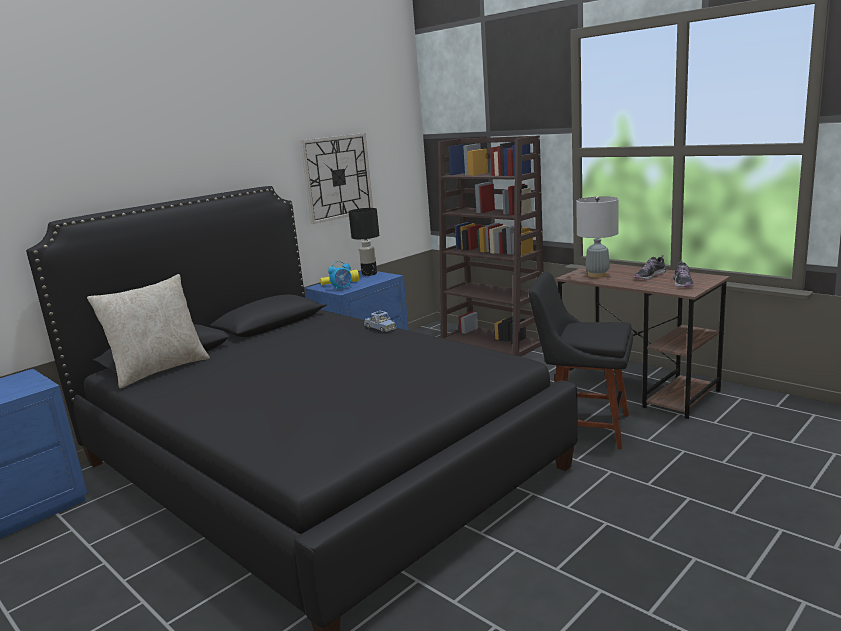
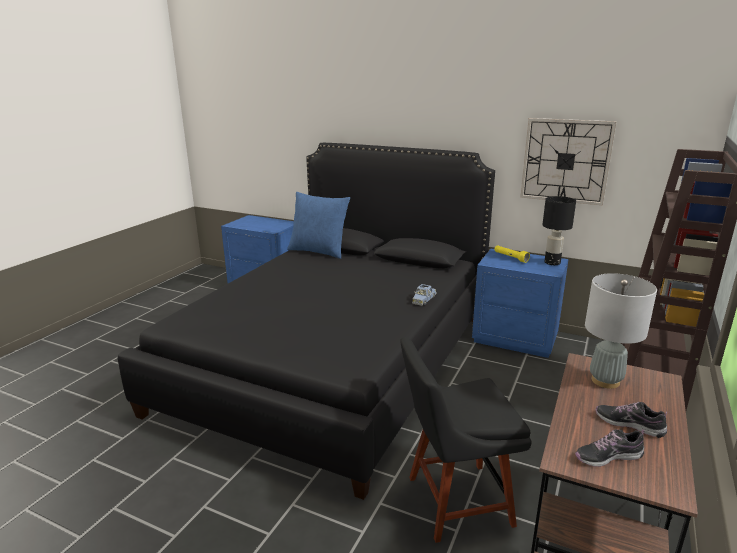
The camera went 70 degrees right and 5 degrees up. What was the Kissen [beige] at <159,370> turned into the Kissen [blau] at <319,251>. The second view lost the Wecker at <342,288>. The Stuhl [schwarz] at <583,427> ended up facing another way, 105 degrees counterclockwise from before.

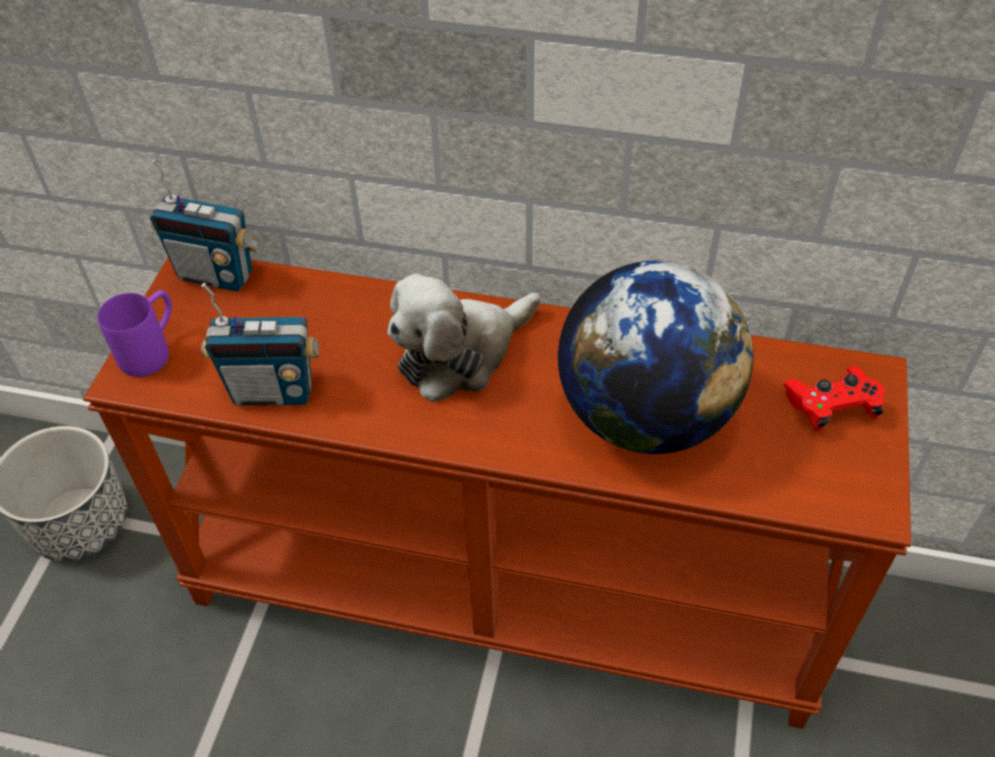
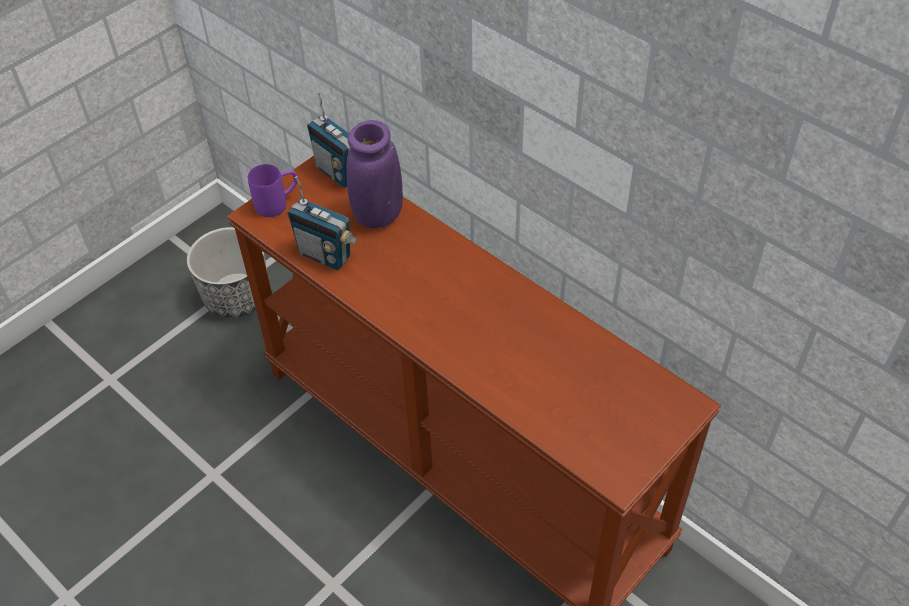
The camera went 30 degrees right and 0 degrees up. The second view lost the Plüschtier at <461,354>. The second view lost the Globus at <645,415>. The second view lost the Gamepad [rot] at <831,407>. The second view gained the Vase [lila] at <378,215>.

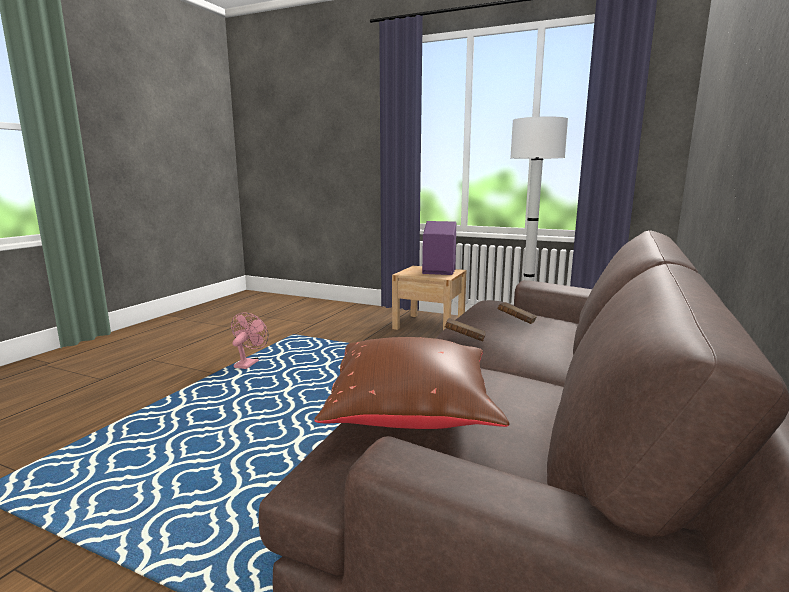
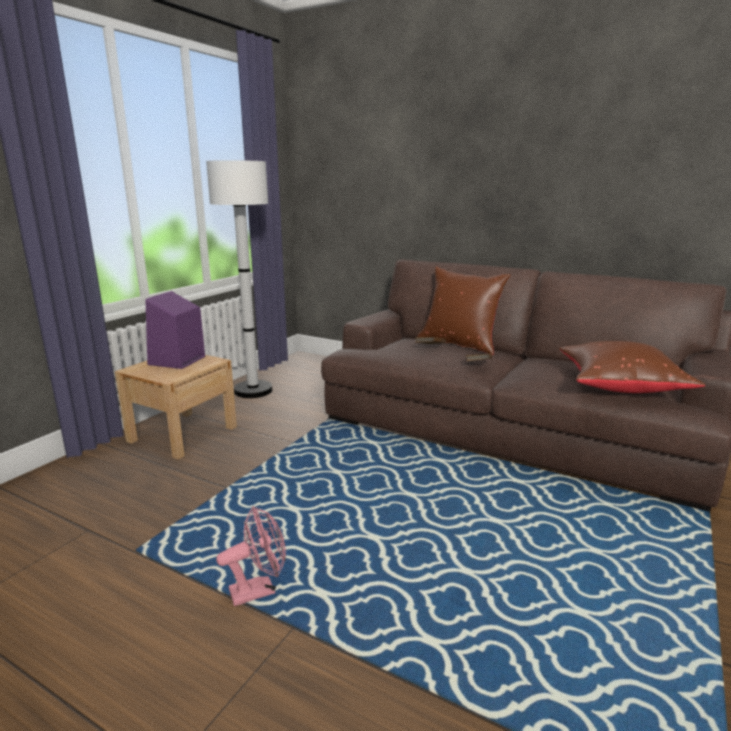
The camera went 85 degrees left and 5 degrees up. The Ventilator [rosa] at <248,363> ended up facing another way, 135 degrees clockwise from before. The second view gained the Kissen [braun] at <459,344>.

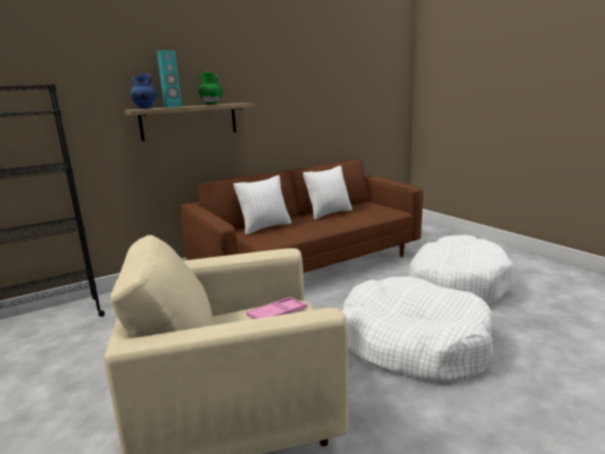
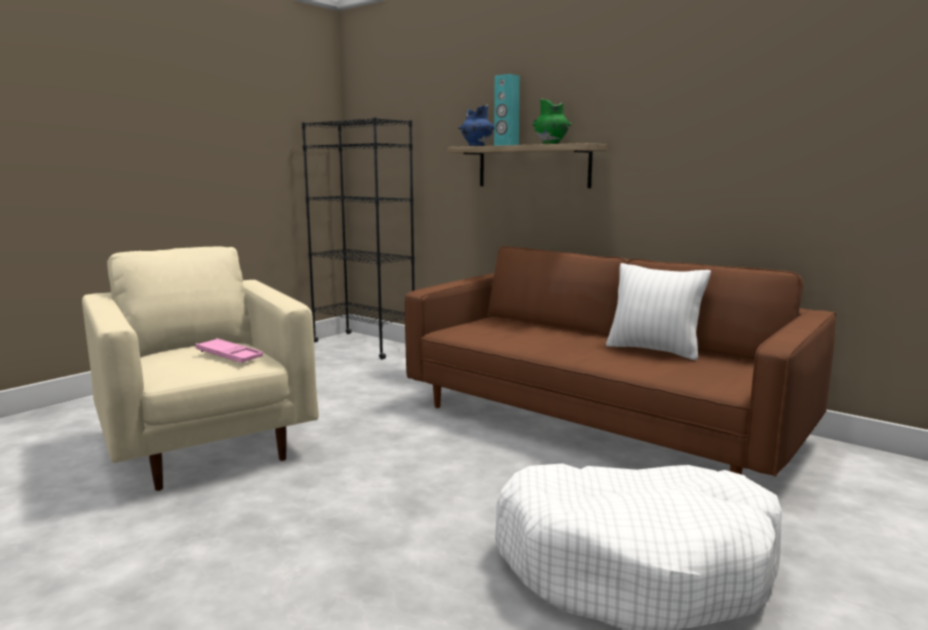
The camera went 70 degrees right and 5 degrees down. The second view lost the Kissen [weiß] at <265,227>. The second view lost the Hundebett [weiß] at <413,343>.

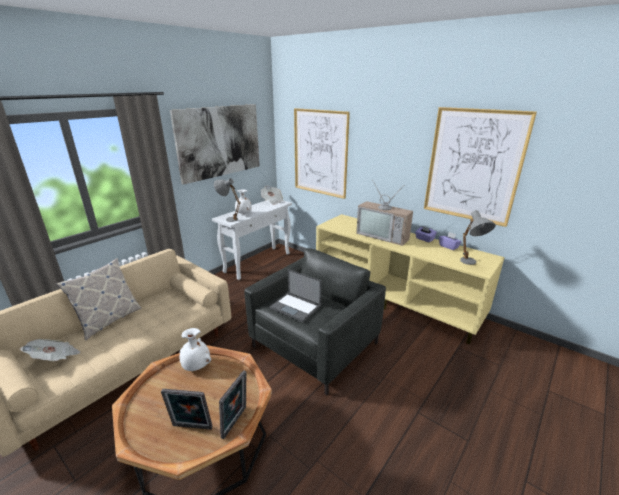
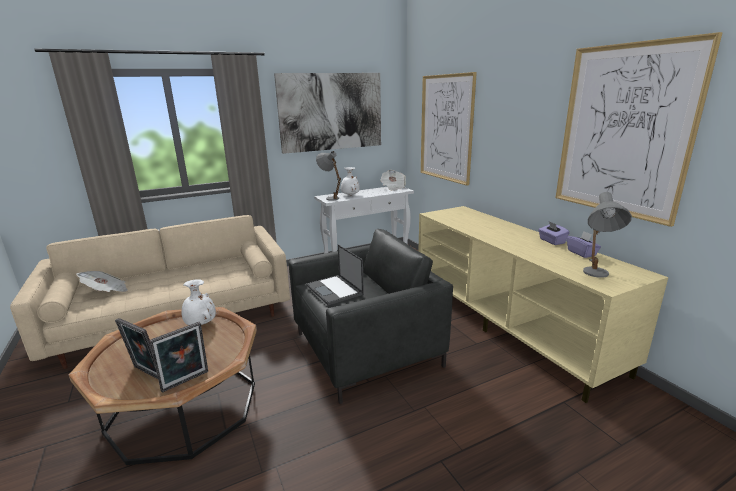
The camera went 25 degrees right and 5 degrees down. The second view lost the Kissen at <109,320>. The second view lost the Fernseher at <384,235>.

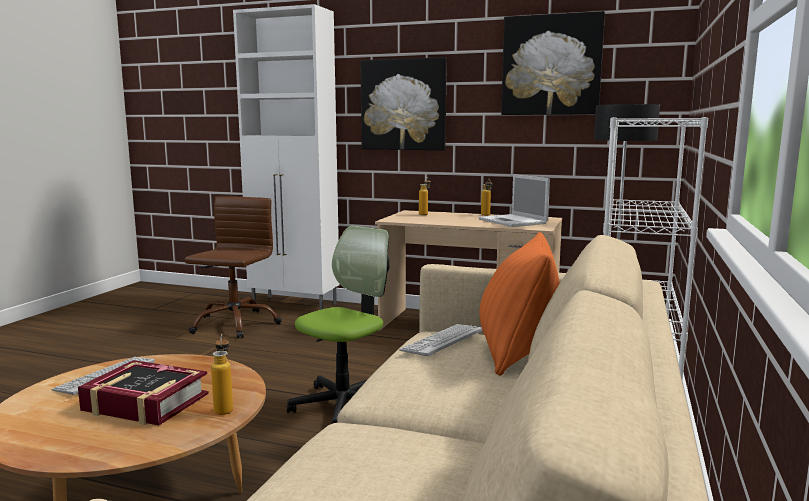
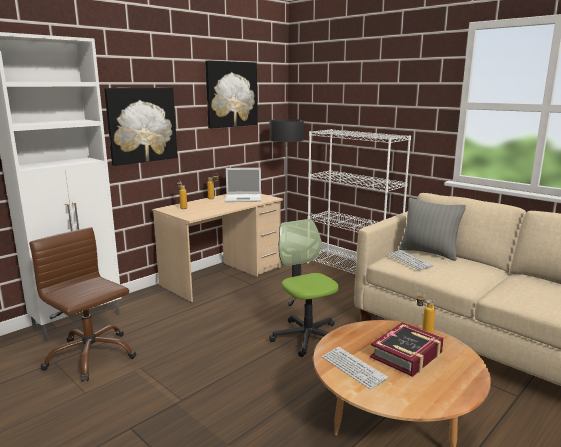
The camera went 65 degrees left and 5 degrees up. What was the Kissen [orange] at <516,353> turned into the Kissen [grau] at <429,253>.

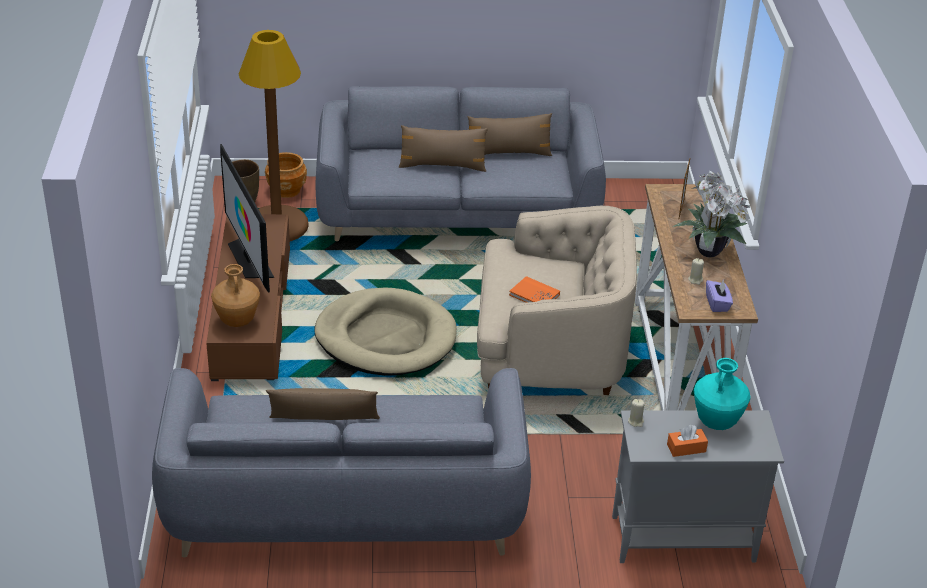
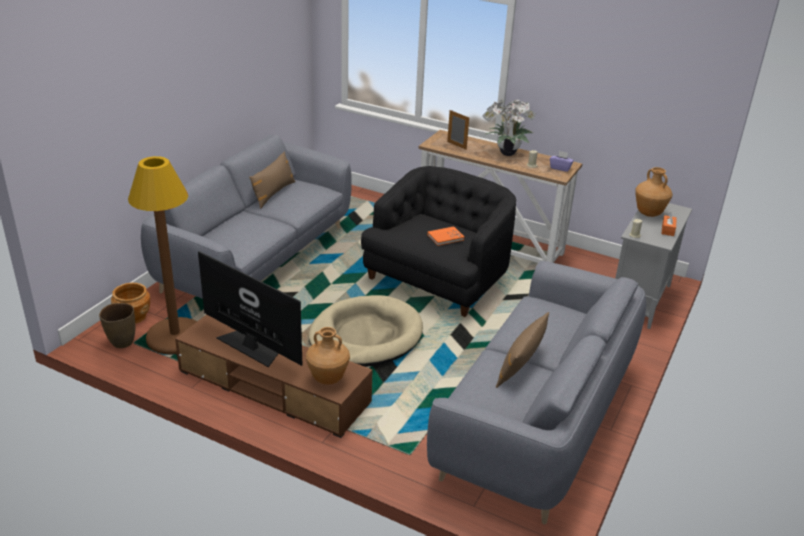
The camera went 60 degrees left and 5 degrees down. The Fernseher at <249,258> ended up facing another way, 150 degrees counterclockwise from before. The second view lost the Kissen [braun] at <442,165>. What was the Sessel [beige] at <549,350> turned into the Sessel [schwarz] at <437,279>. What was the Vase [türkis] at <716,422> turned into the Vase [braun] at <648,213>.

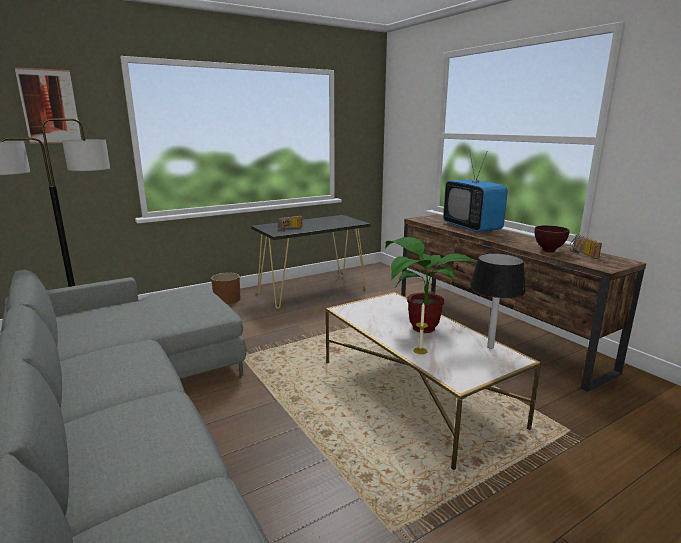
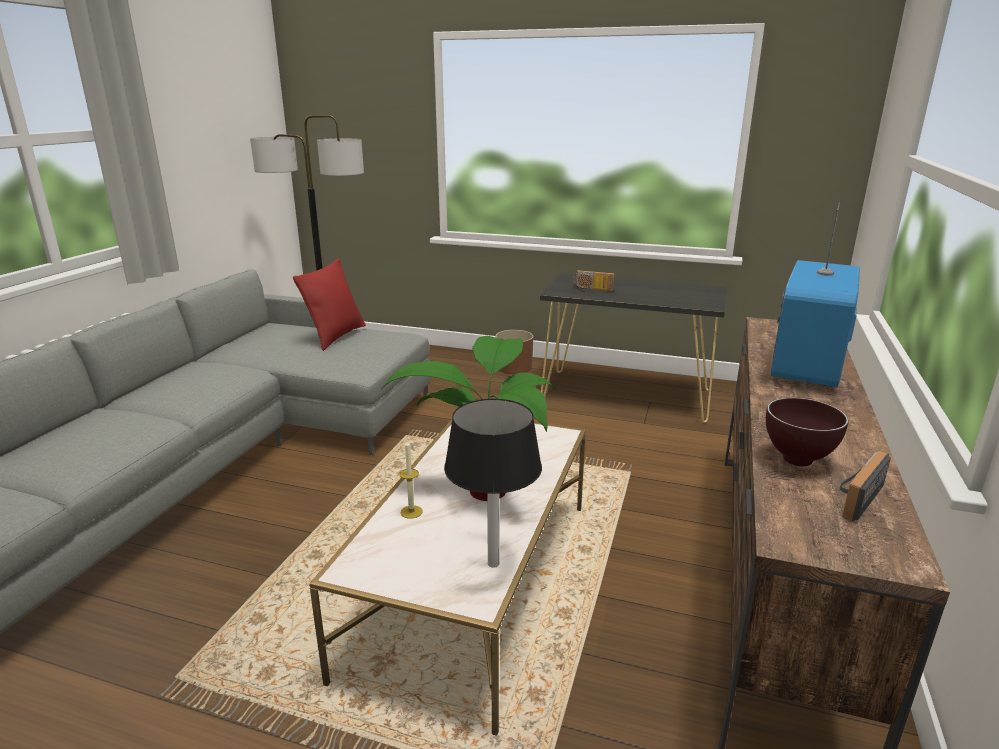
The camera went 50 degrees right and 5 degrees up. The second view lost the Bild at <49,106>. The second view gained the Kissen [rot] at <336,336>.

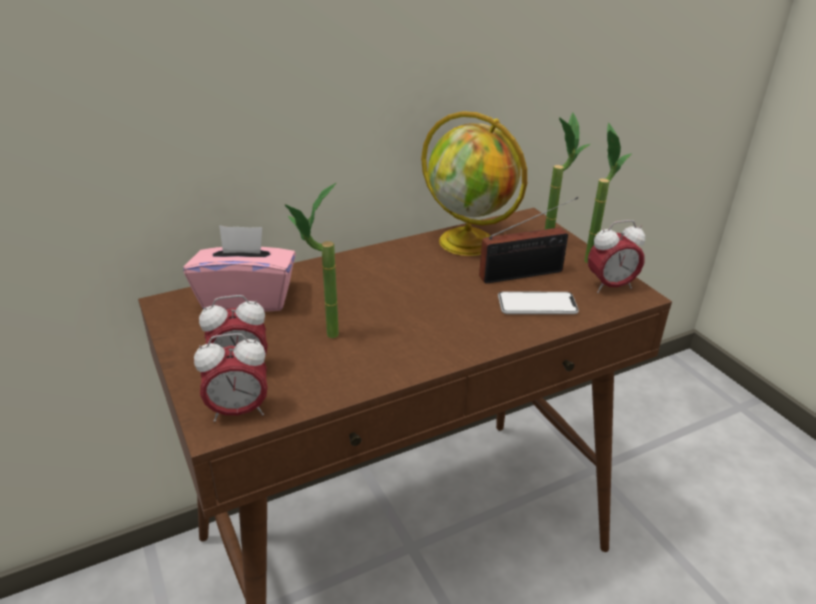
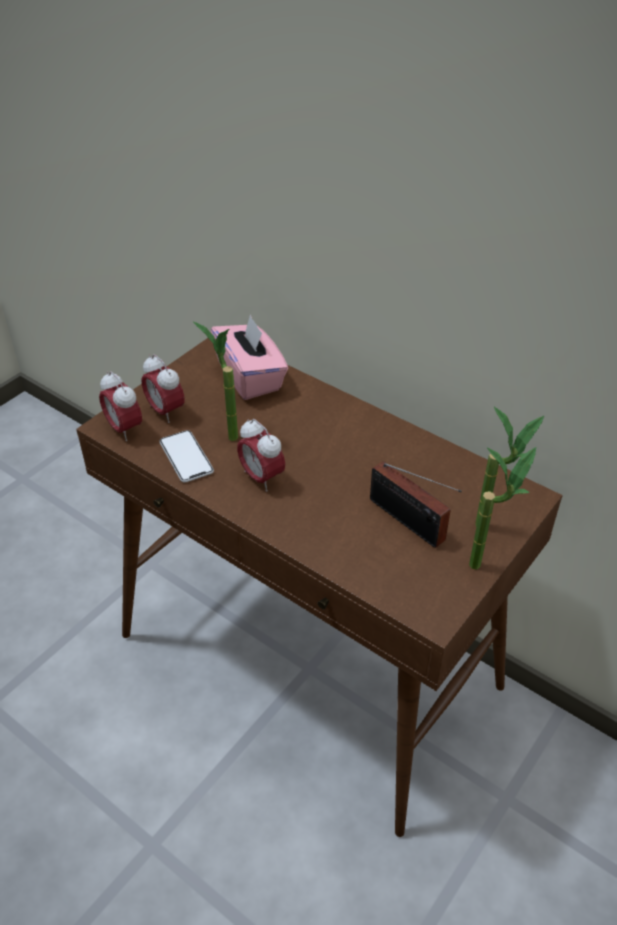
The camera went 65 degrees right and 10 degrees up. The second view lost the Globus at <469,242>. The Handy ended up elsewhere, having gone from <537,305> to <186,457>. The Wecker ended up elsewhere, having gone from <610,286> to <261,478>.

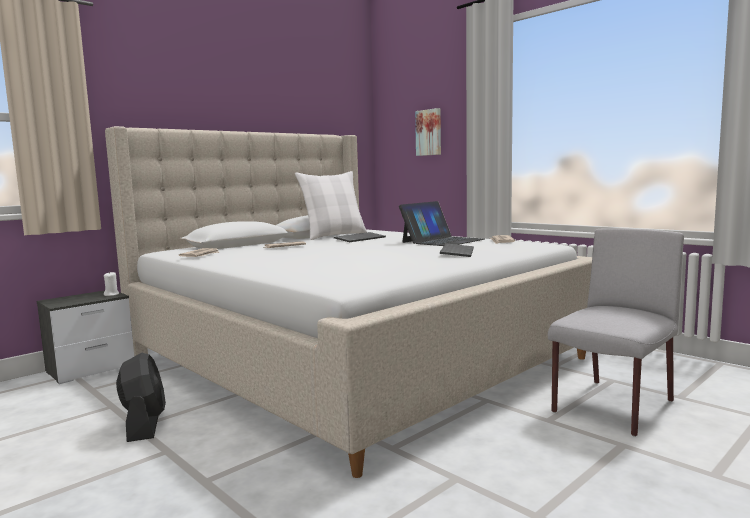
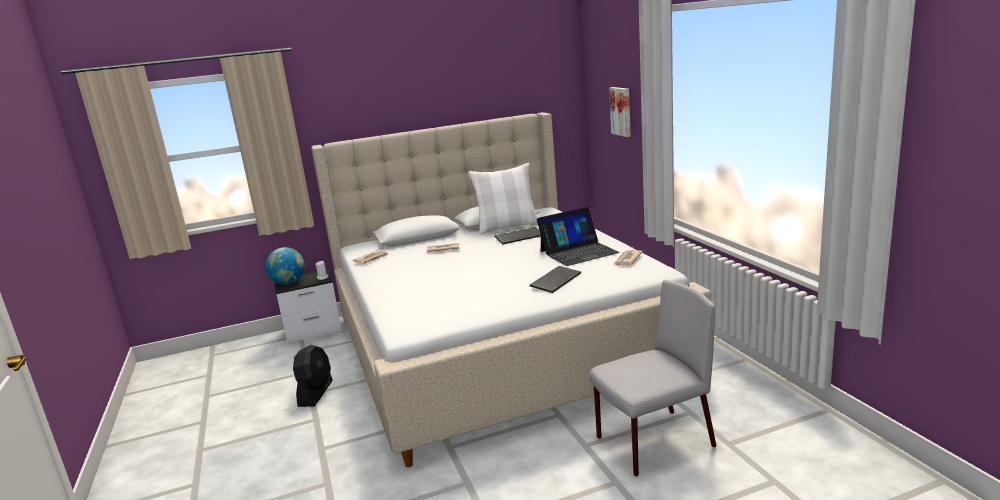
The camera went 25 degrees right and 10 degrees up. The second view gained the Globus at <289,283>.

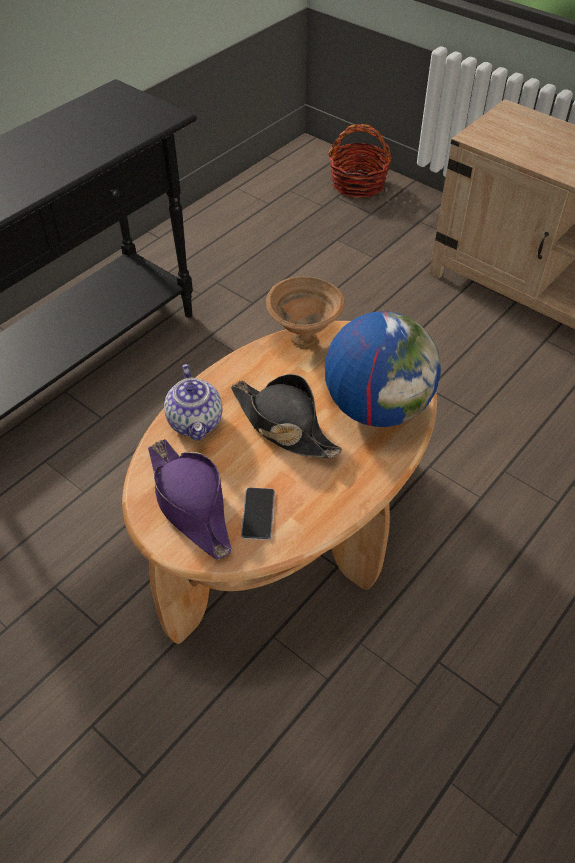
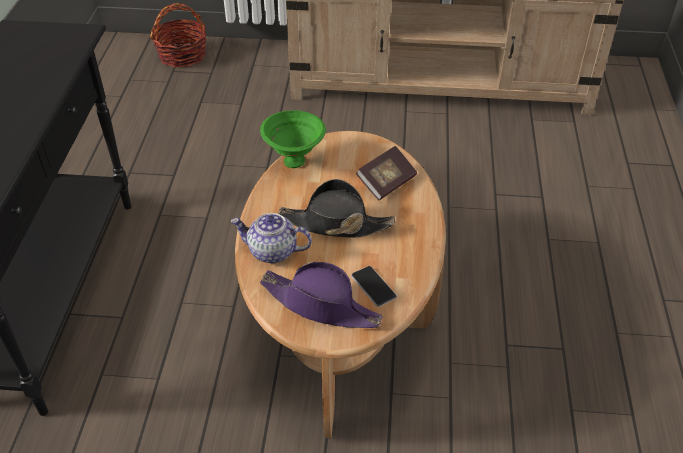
The camera went 35 degrees left and 5 degrees down. The Teekanne at <196,422> ended up facing another way, 150 degrees clockwise from before. What was the Schüssel [braun] at <304,337> turned into the Schüssel [grün] at <294,160>. Where the Globus stood at <377,407>, the Buch came to stand at <386,182>.

